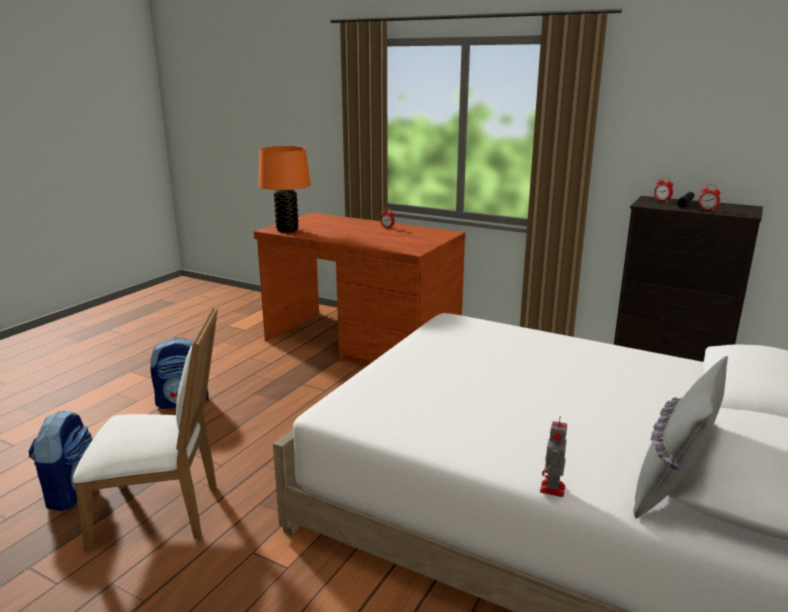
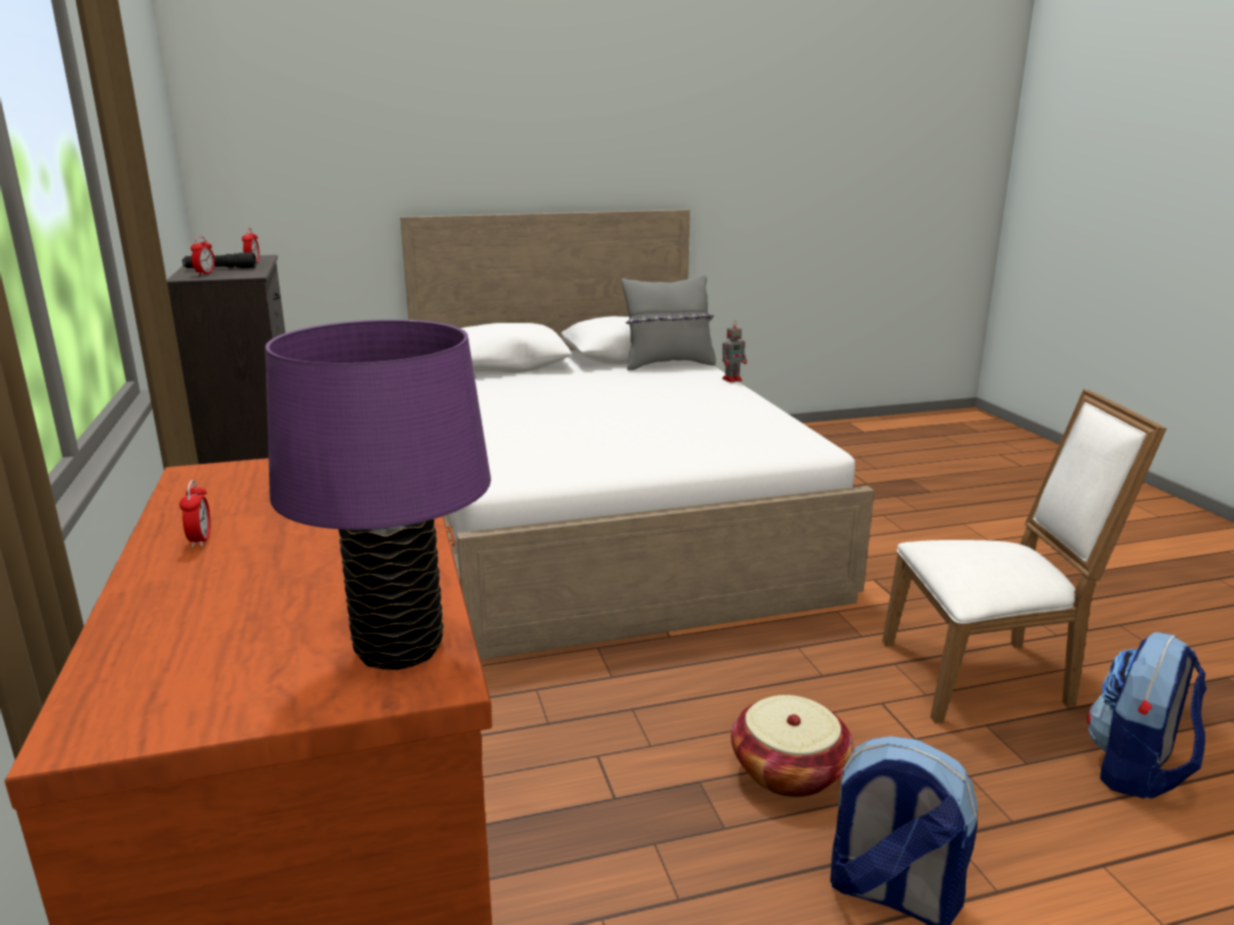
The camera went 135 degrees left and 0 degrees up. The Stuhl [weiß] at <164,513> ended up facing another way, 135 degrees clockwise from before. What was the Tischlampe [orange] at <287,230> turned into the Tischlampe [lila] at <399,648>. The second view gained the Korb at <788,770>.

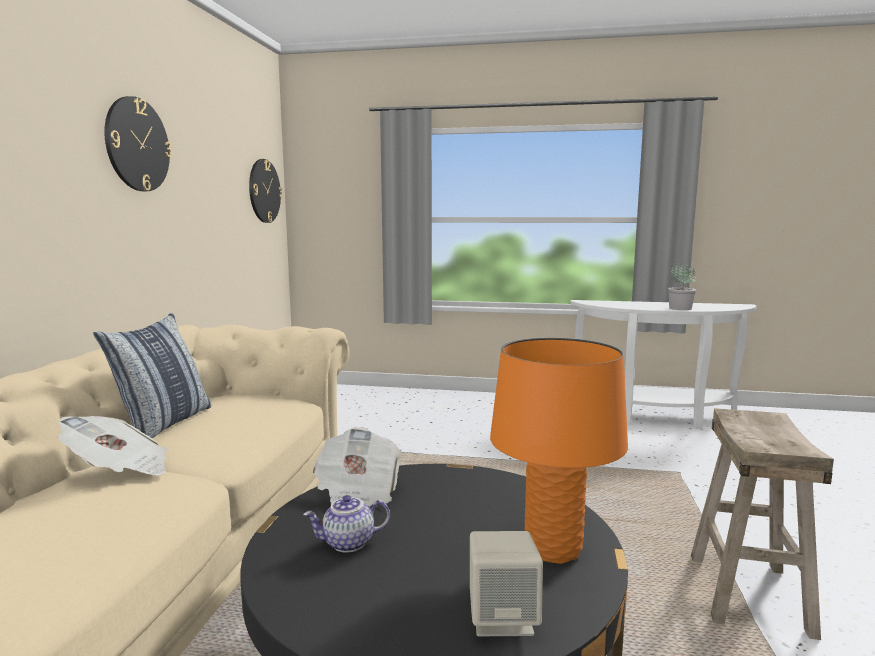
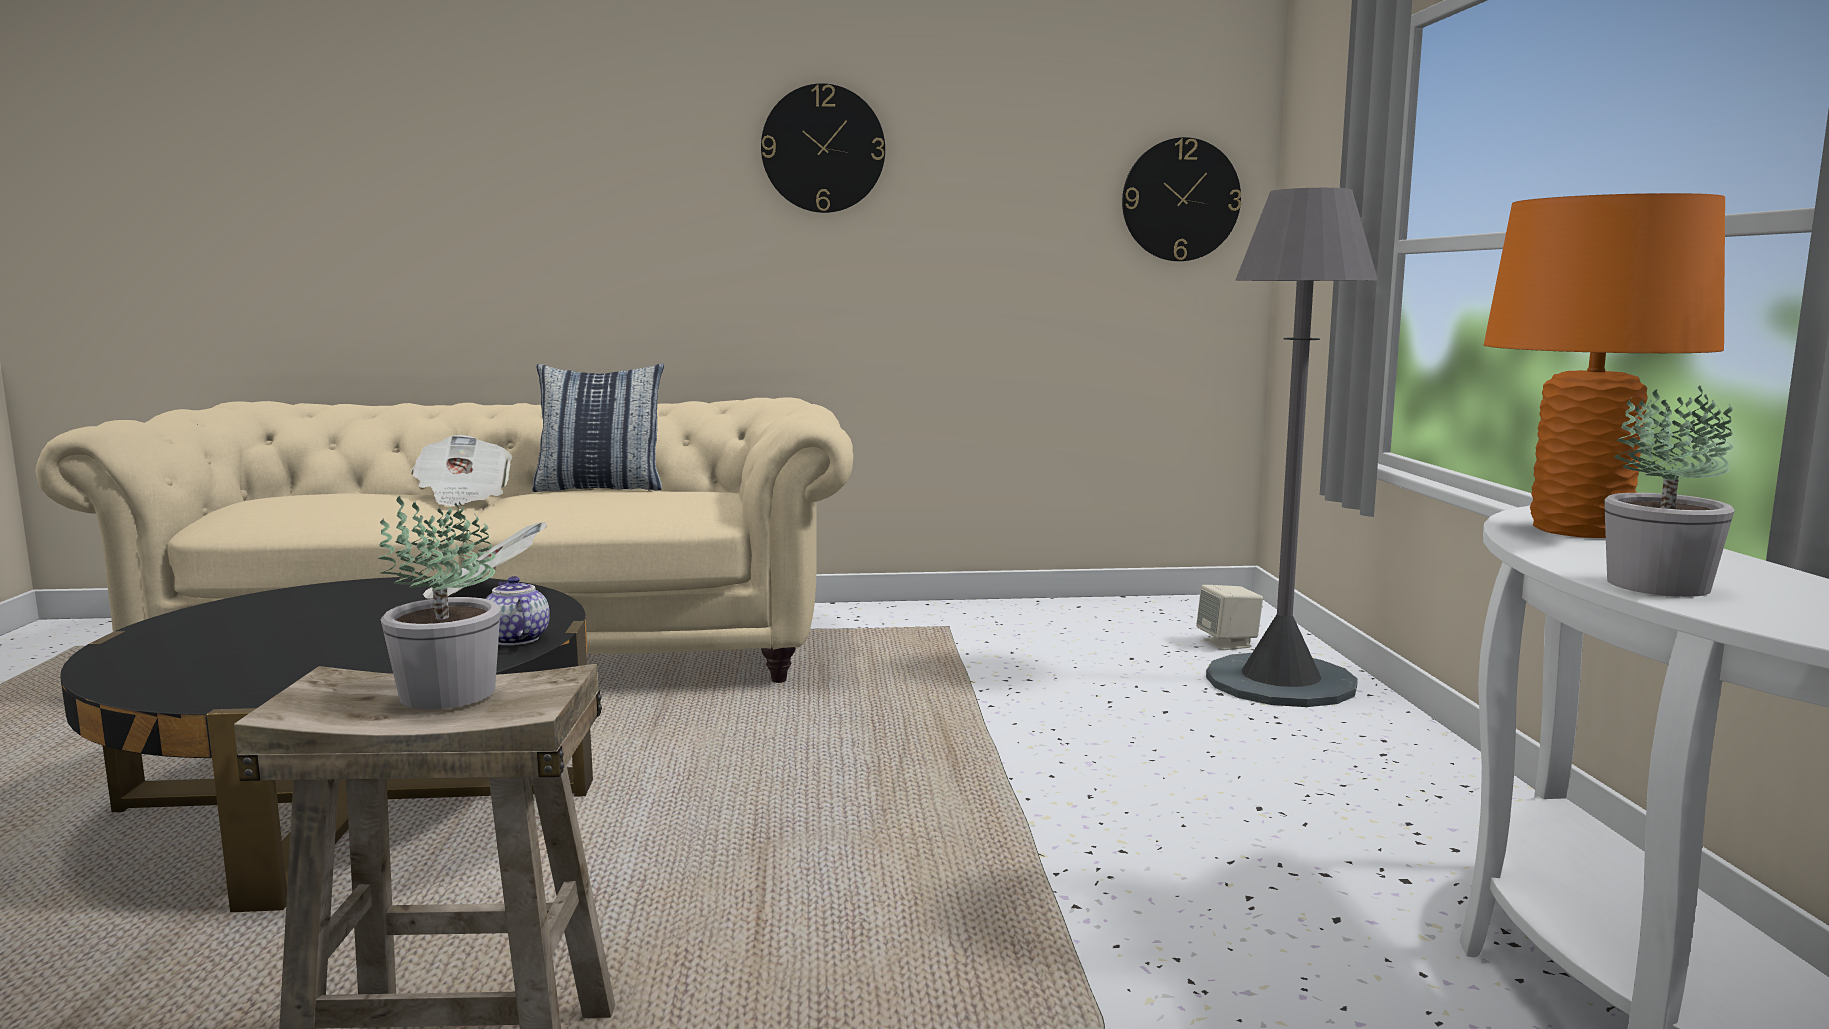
The camera went 75 degrees right and 0 degrees up. The Teekanne ended up elsewhere, having gone from <348,544> to <514,639>. The Lautsprecher [beige] ended up elsewhere, having gone from <503,618> to <1228,643>. The Tischlampe [orange] ended up elsewhere, having gone from <552,549> to <1579,530>. The second view gained the Topfpflanze at <445,694>. The second view gained the Stehlampe [grau] at <1281,682>.

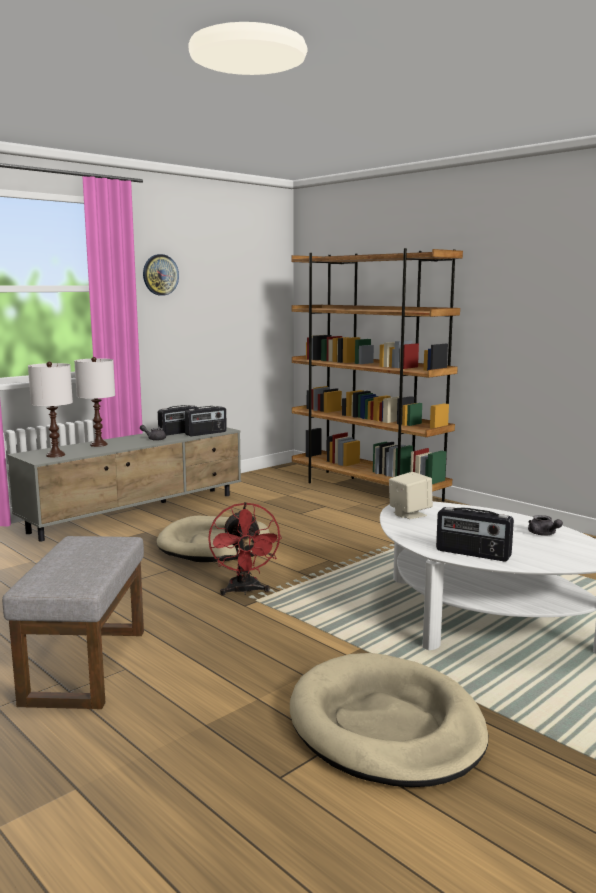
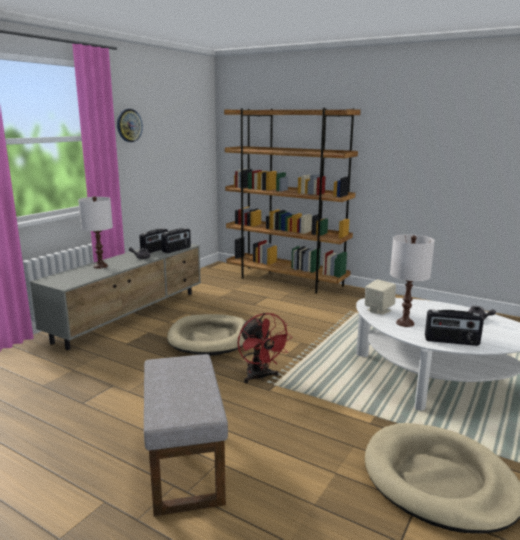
The camera went 15 degrees left and 5 degrees up. The Tischlampe [weiß] ended up elsewhere, having gone from <56,455> to <405,323>.

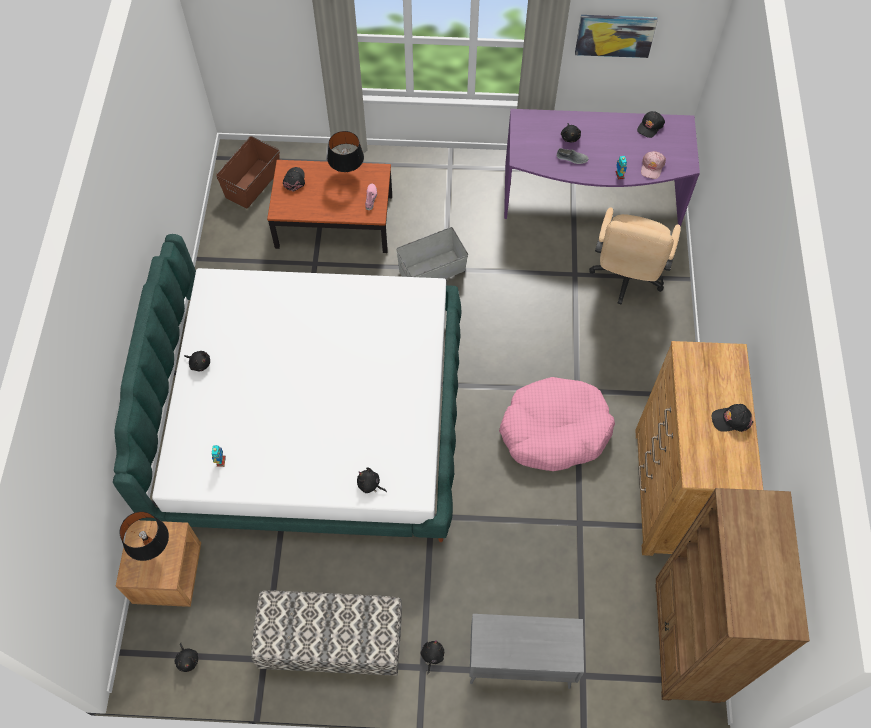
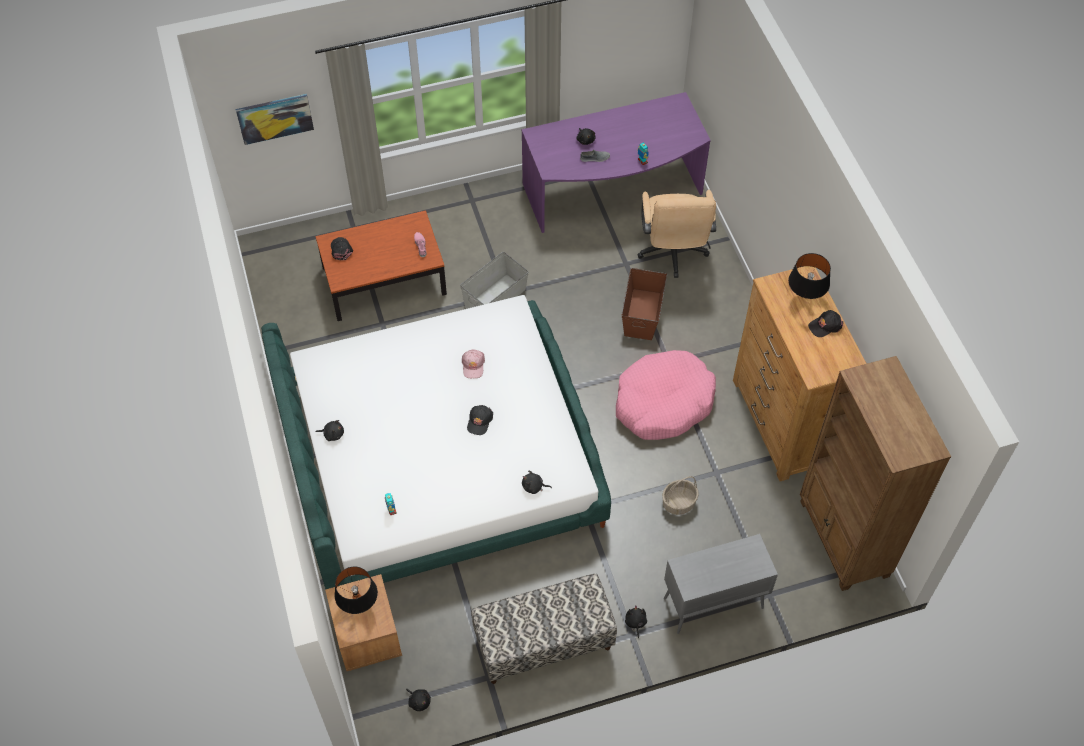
The camera went 20 degrees left and 5 degrees down. The Aufbewahrungsbox [braun] ended up elsewhere, having gone from <253,183> to <642,314>. The Tischlampe [schwarz] ended up elsewhere, having gone from <347,173> to <804,298>. The Bild ended up elsewhere, having gone from <615,35> to <275,118>. The Kappe [schwarz] ended up elsewhere, having gone from <650,126> to <479,421>. The Kappe [rosa] ended up elsewhere, having gone from <652,167> to <473,365>. The second view gained the Korb at <678,503>.

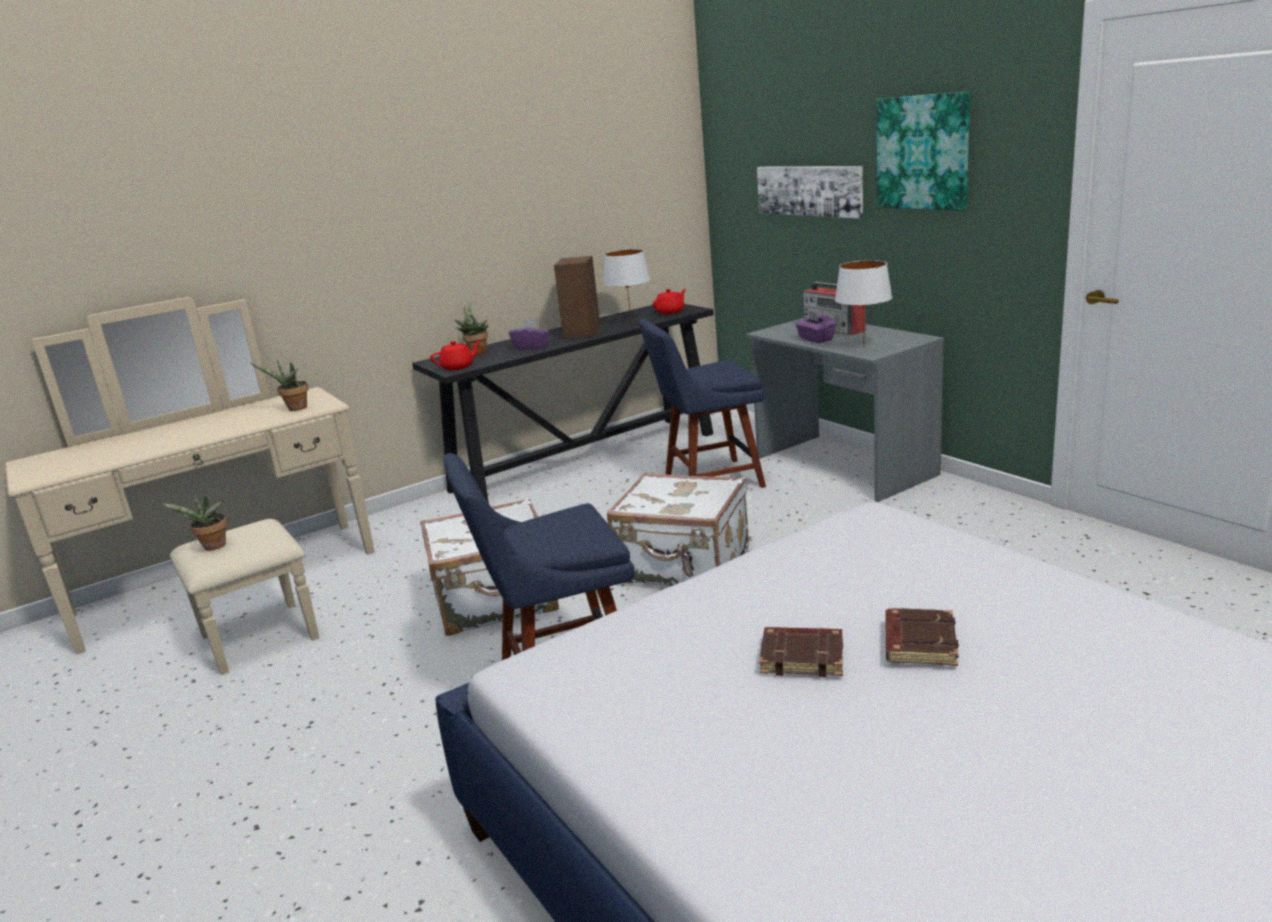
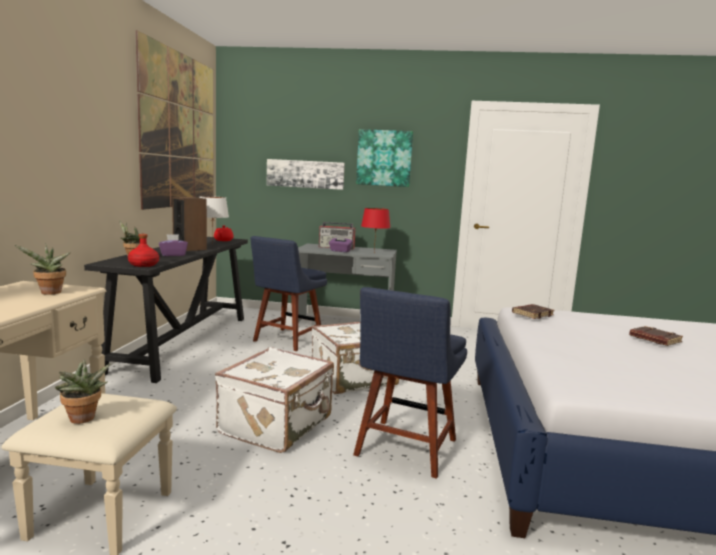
The camera went 50 degrees left and 10 degrees down. Where the Teekanne [rot] stood at <458,367>, the Flasche [rot] came to stand at <143,265>. The Buch [braun] ended up elsewhere, having gone from <803,657> to <532,314>. What was the Tischlampe [weiß] at <863,347> turned into the Tischlampe [rot] at <373,253>. The second view gained the Bild at <180,131>.

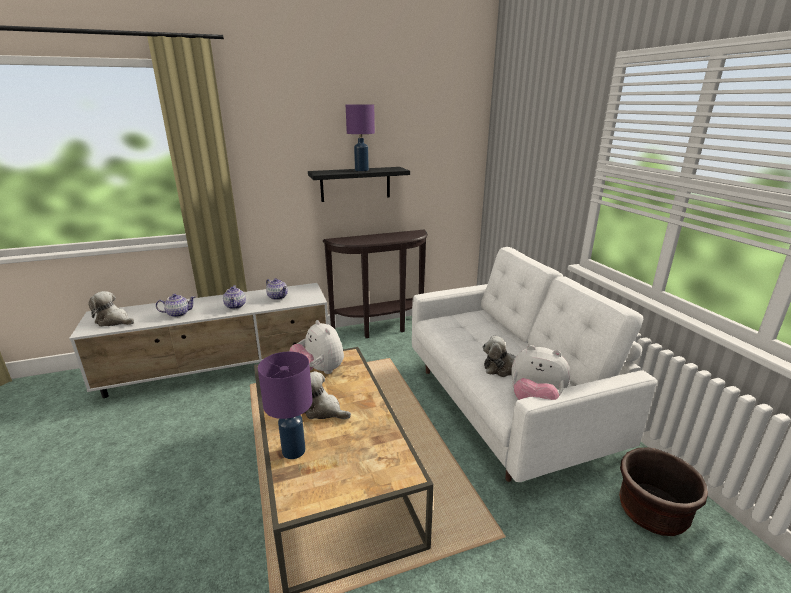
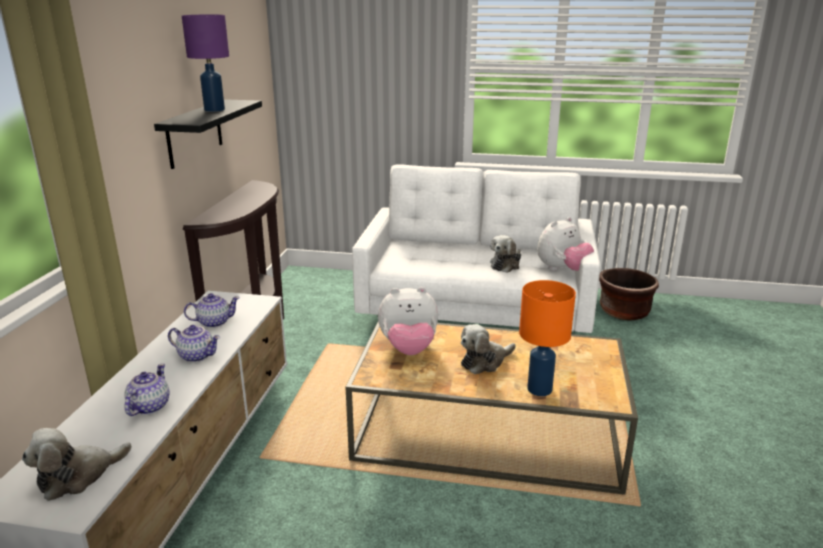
The camera went 60 degrees left and 0 degrees up. What was the Tischlampe [lila] at <293,450> turned into the Tischlampe [orange] at <538,389>.

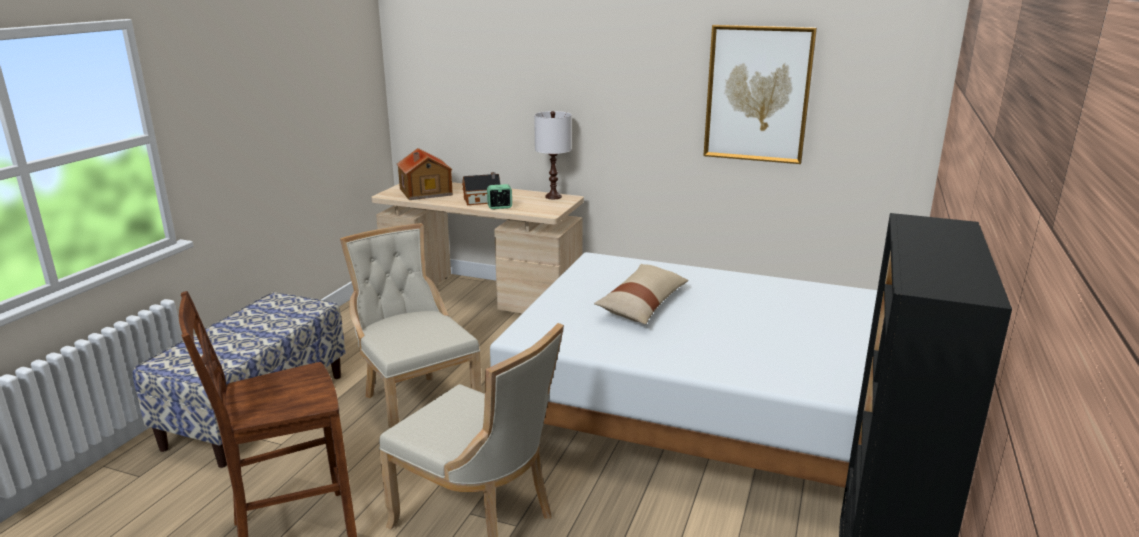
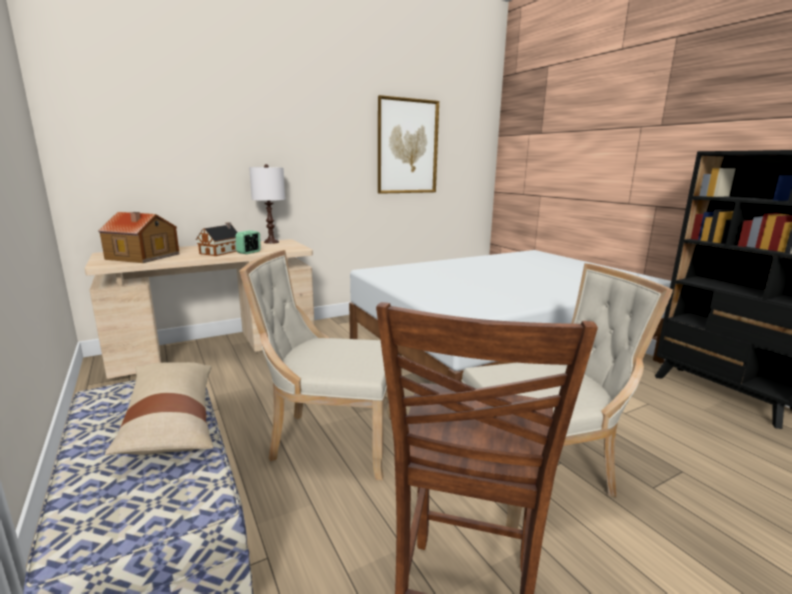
The camera went 50 degrees left and 5 degrees down. The Kissen [beige] ended up elsewhere, having gone from <642,304> to <172,420>.

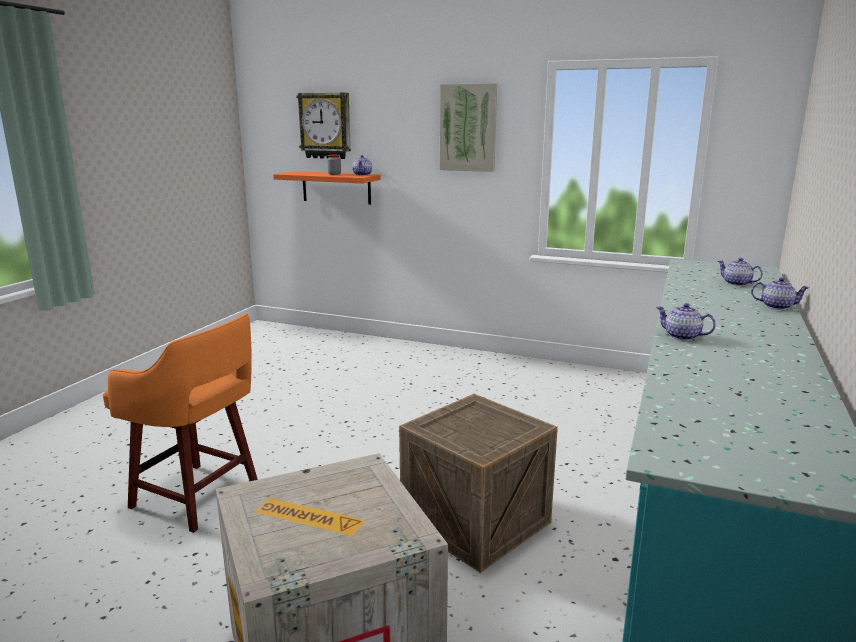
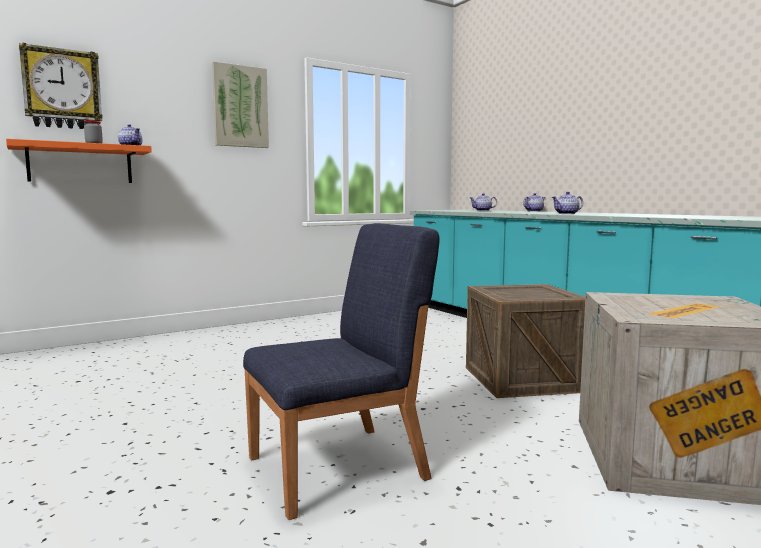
The camera went 55 degrees left and 10 degrees down. Where the Hocker [orange] stood at <199,497>, the Stuhl [blau] came to stand at <339,467>.

